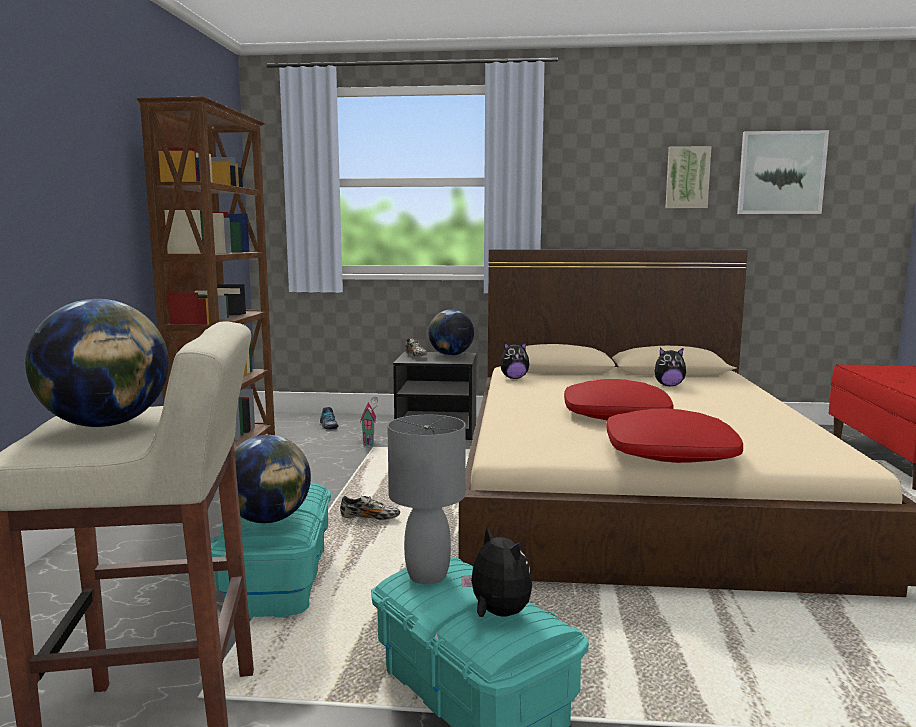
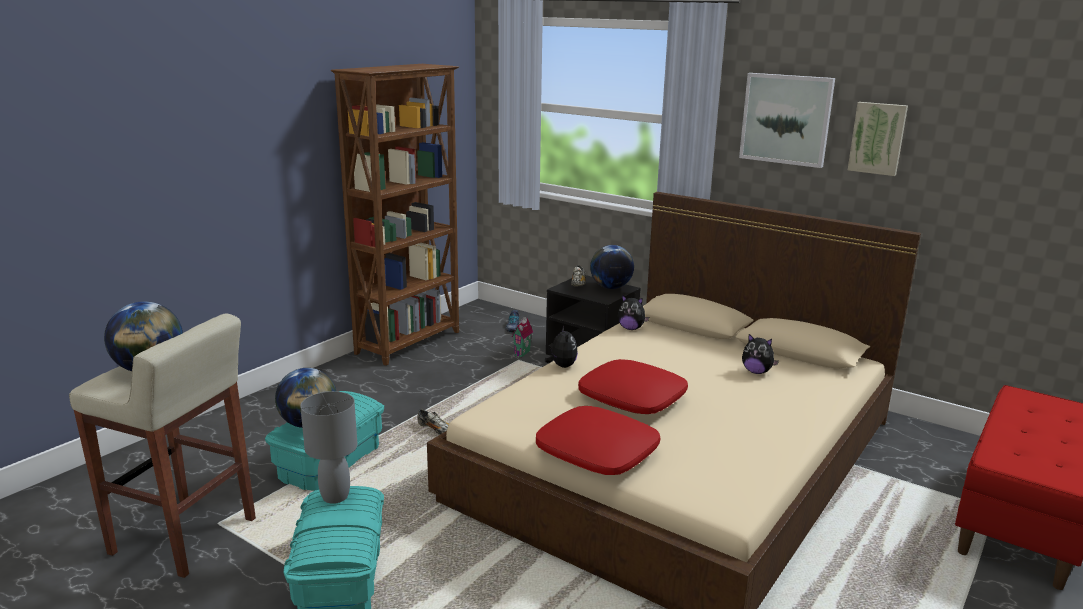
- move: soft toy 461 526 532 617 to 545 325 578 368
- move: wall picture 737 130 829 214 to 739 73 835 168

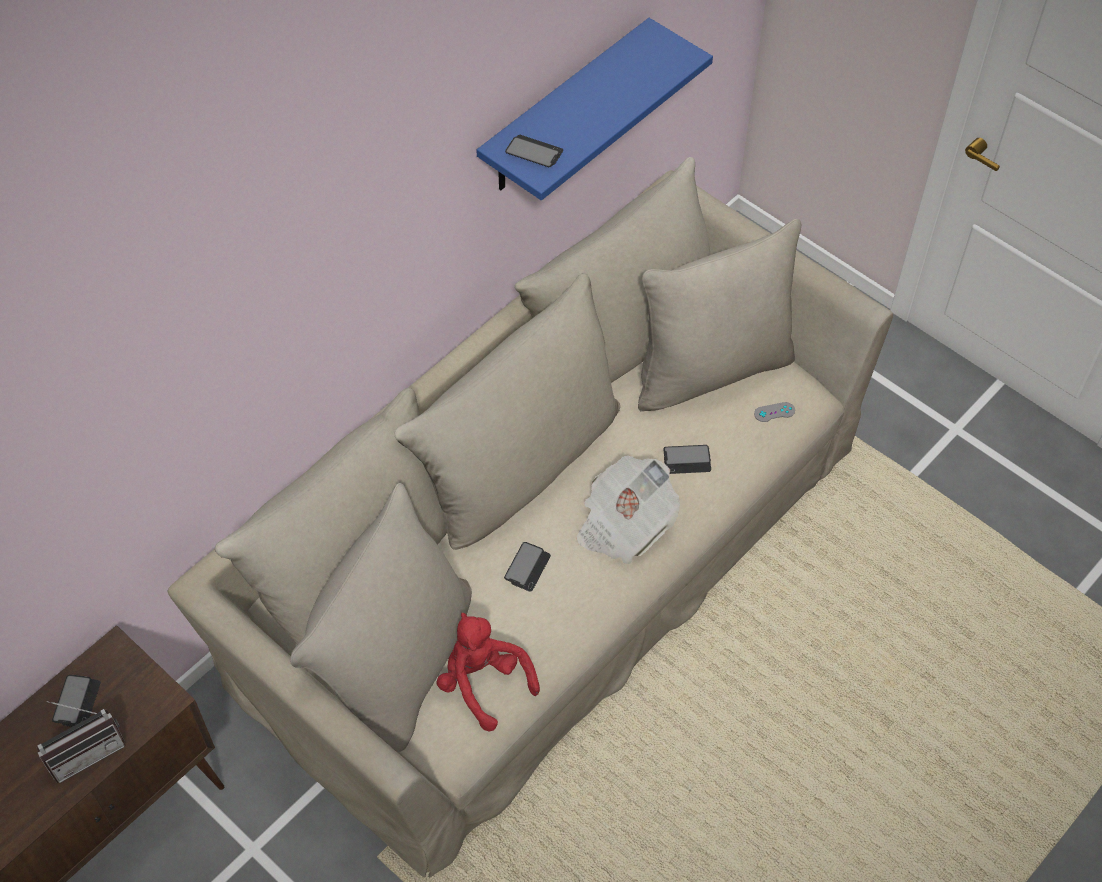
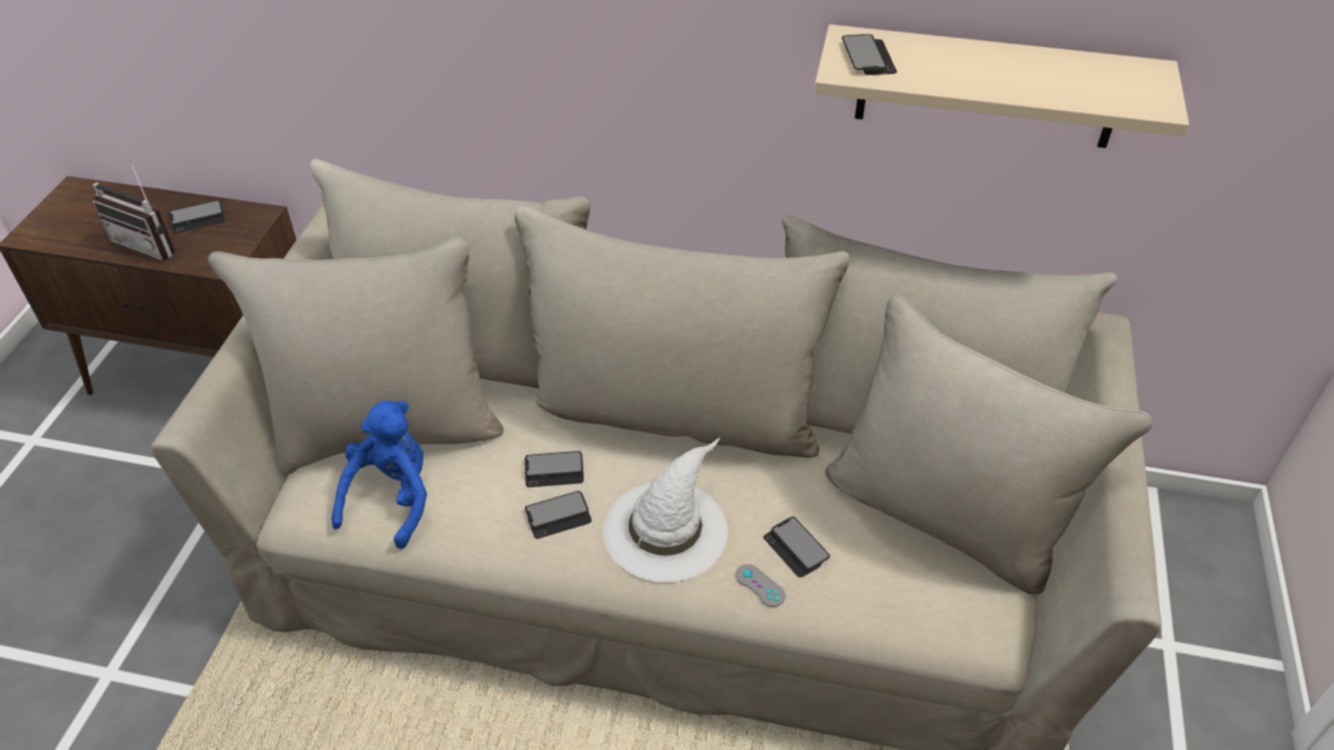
- insert: telephone 525 491 592 539
- move: game controller (greyish) 754 402 795 422 to 735 564 786 607
- replace: printed paper 577 455 680 564 to hat (white-coloured) 603 437 728 582
- recolor: soft toy (red-coloured) 437 613 540 732 to soft toy (blue-coloured) 332 401 427 549
- recolor: wall shelf (blue-coloured) 476 18 713 201 to wall shelf (sand-coloured) 814 24 1189 148

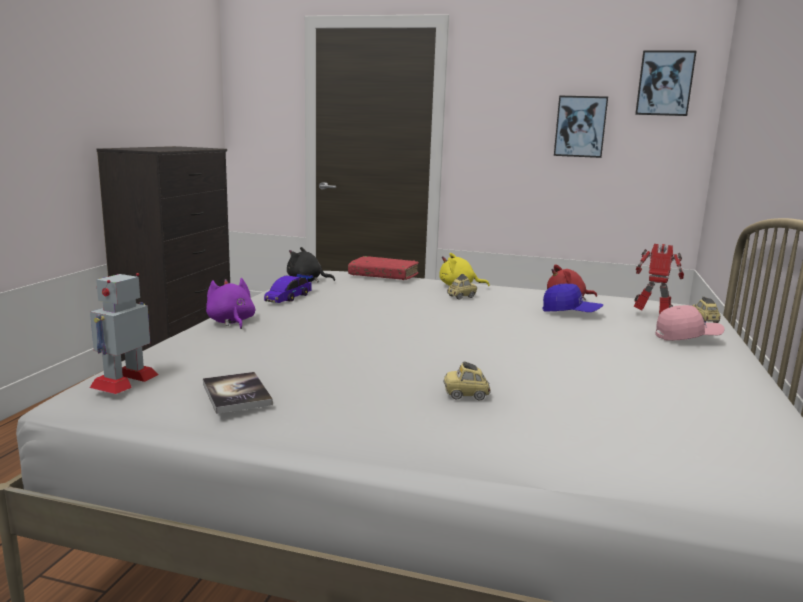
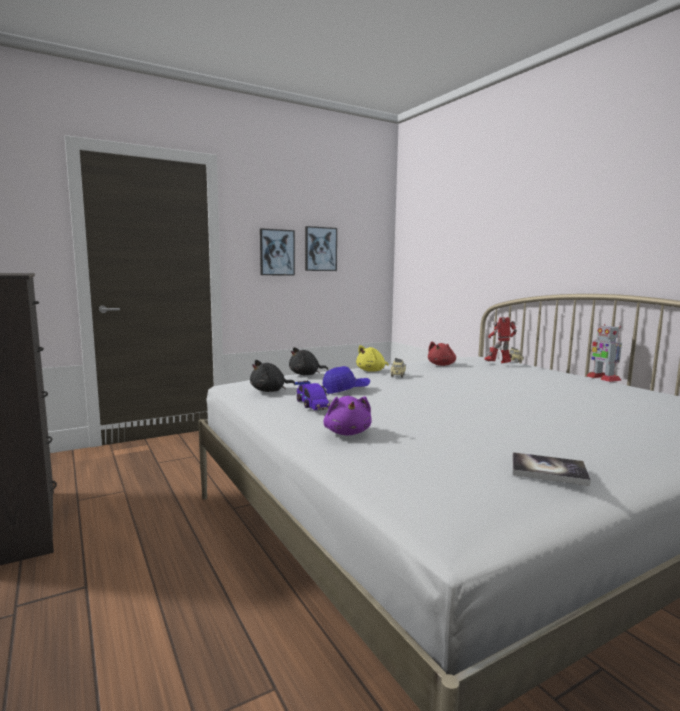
- delete: miniature car 443 361 491 400
- delete: cap (pink-coloured) 655 305 725 341
- move: robot figure 90 273 159 394 to 586 324 622 382
- move: cap (blue-coloured) 542 284 603 312 to 323 366 370 394
- move: wall picture 635 50 696 116 to 260 228 295 275
- replace: volume (red-coloured) 348 256 419 280 to soft toy (black) 289 347 328 375
- rotate: soft toy (purple) 206 278 255 329 = 323 396 372 435 120 degrees counterclockwise

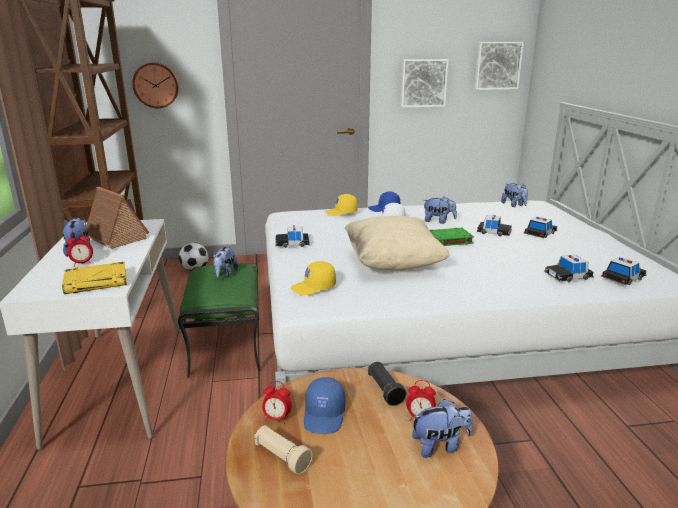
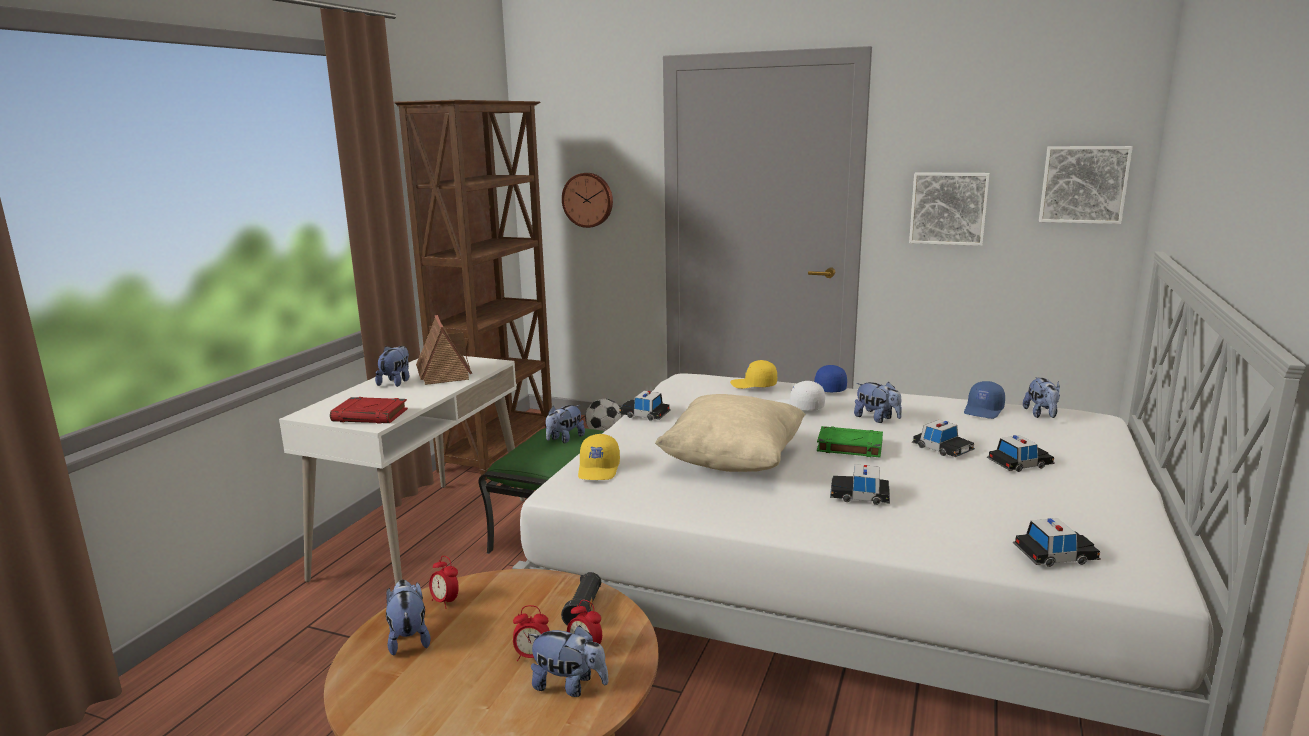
- move: bedside clock 66 231 93 267 to 513 605 550 661
- move: cap (blue-coloured) 304 377 346 434 to 964 381 1005 419
- move: miniature car 544 255 594 282 to 830 464 890 505
- replace: flashlight (sand-coloured) 254 425 313 474 to soft toy 386 580 431 656
- recolor: volume (yellow-coloured) 62 262 127 294 to volume (red-coloured) 330 397 408 424
- rotate: cap (yellow-coloured) 290 261 336 295 = 578 434 620 480 90 degrees counterclockwise

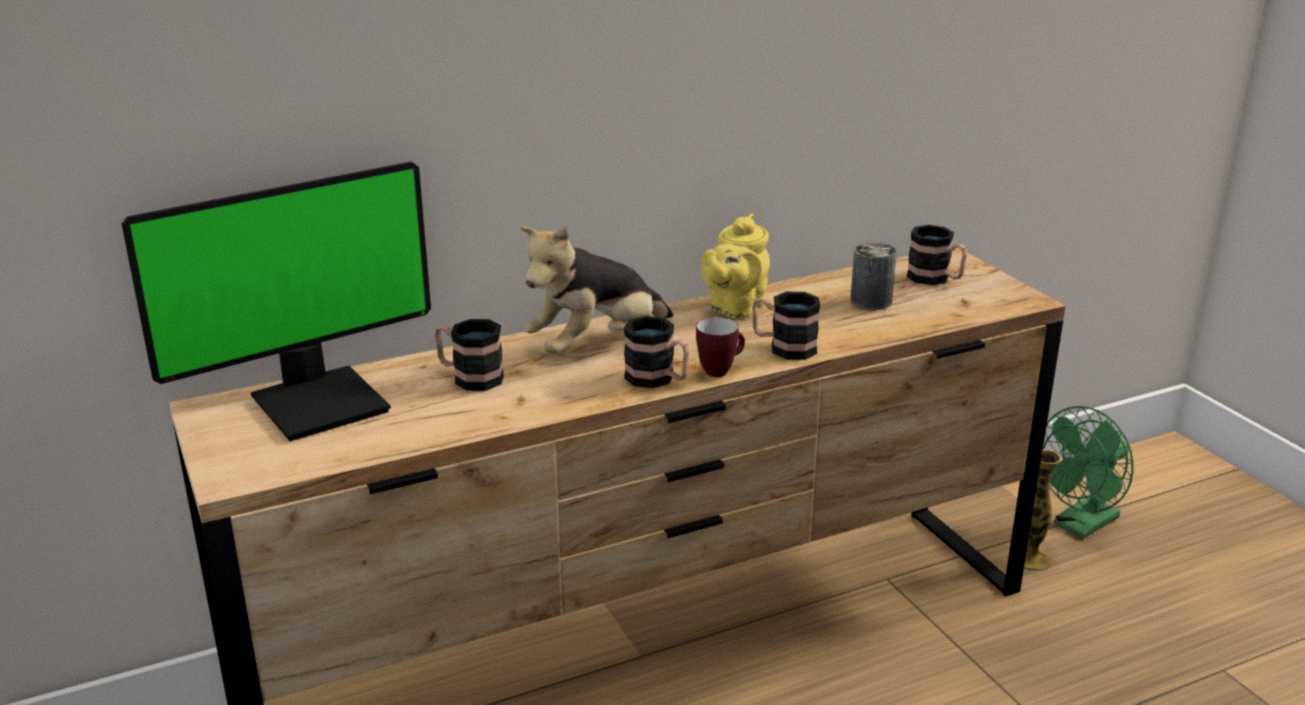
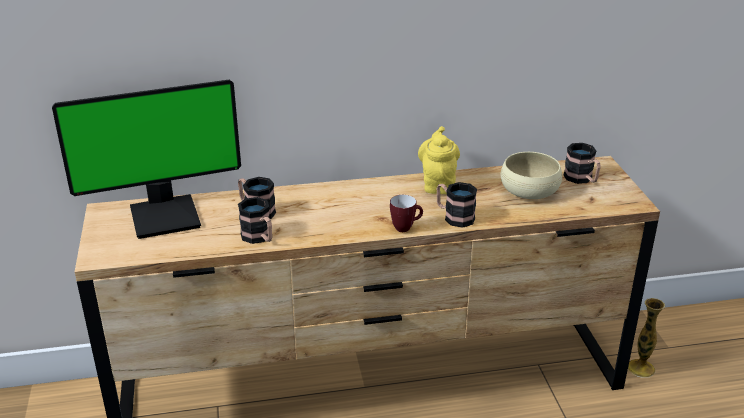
- delete: soft toy 520 226 673 354
- delete: cooling fan (green) 1043 406 1134 539
- move: tea mug 624 316 689 388 to 238 197 272 244
- replace: metal can 850 242 897 310 to bowl (sand-coloured) 501 152 562 199
- rotate: teapot (yellow-coloured) 701 214 770 319 = 418 126 460 194 135 degrees clockwise

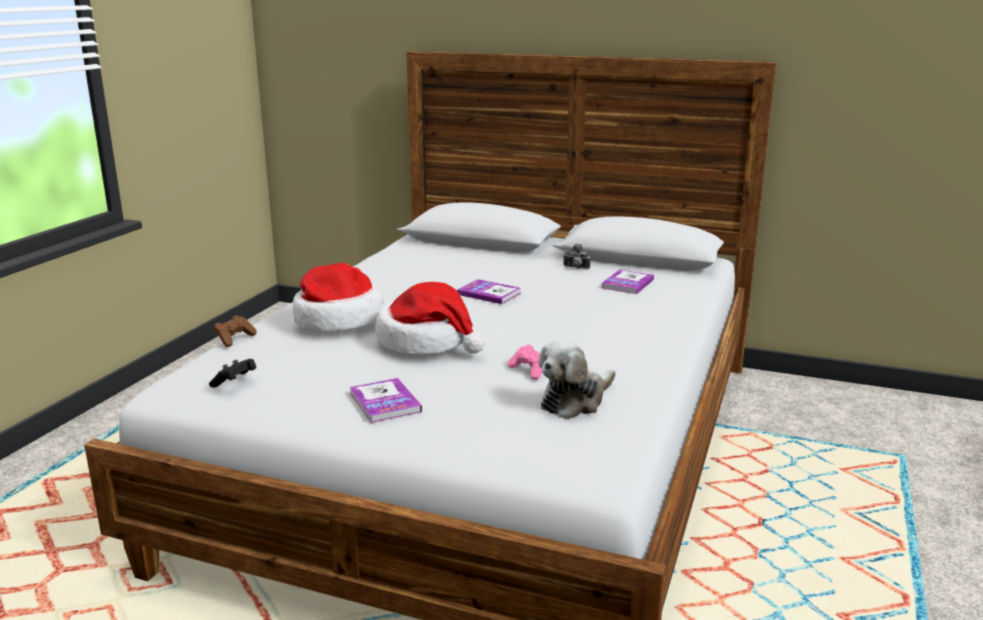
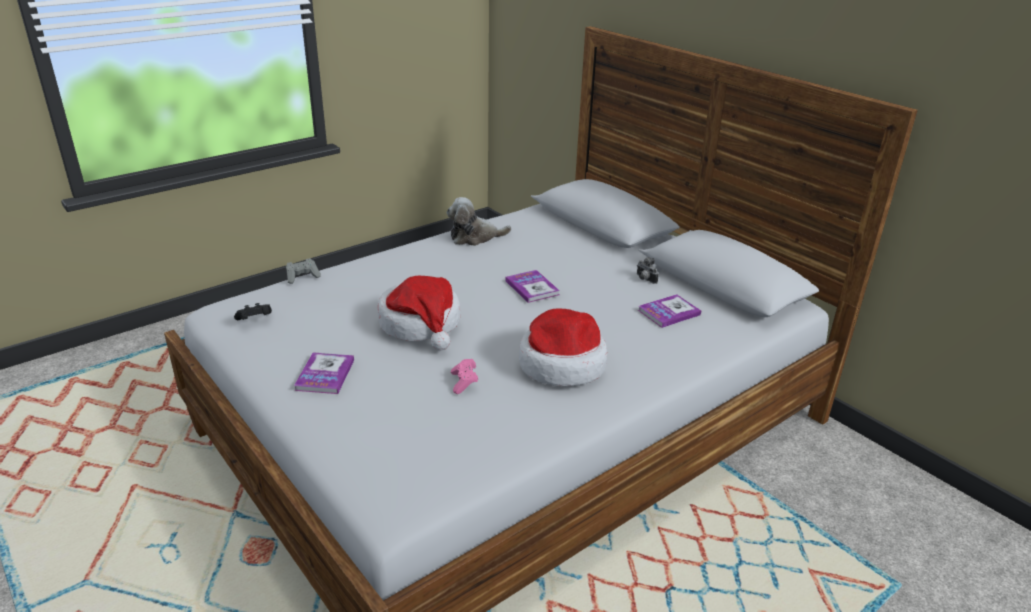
- move: hat 293 263 383 332 to 519 309 607 386
- move: soft toy 539 340 615 419 to 446 197 511 246
- recolor: game controller (brown-coloured) 213 315 257 347 to game controller (greyish) 286 258 321 284

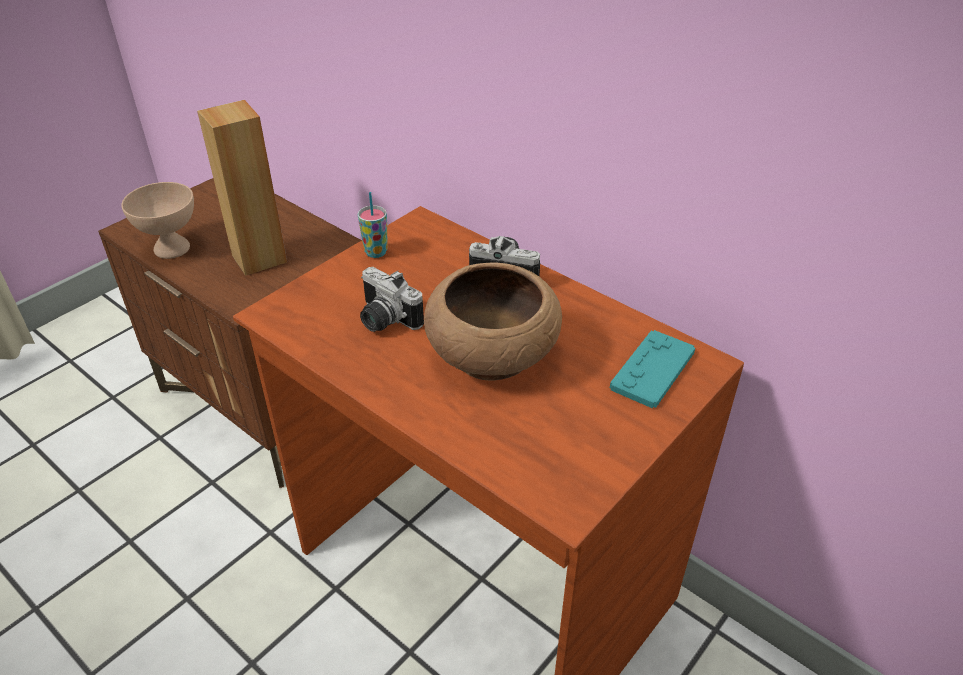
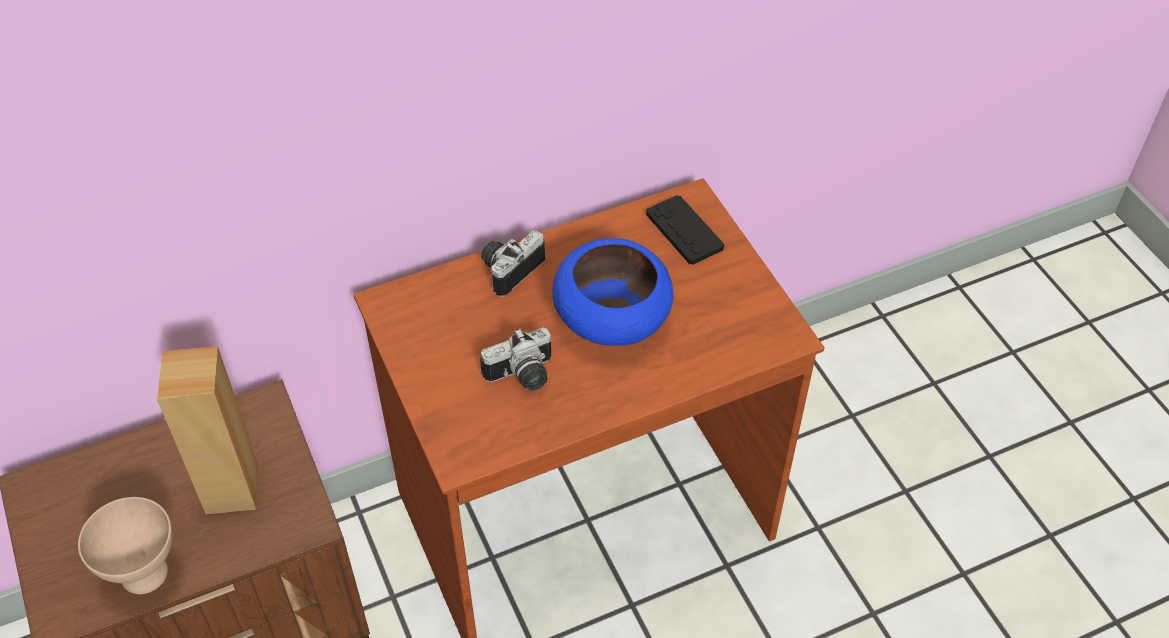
- delete: small cup 357 192 388 258
- recolor: bowl (brown-coloured) 424 263 562 380 to bowl (blue-coloured) 552 238 674 346
- recolor: game controller (turquoise-coloured) 610 330 695 408 to game controller (black) 646 195 724 265

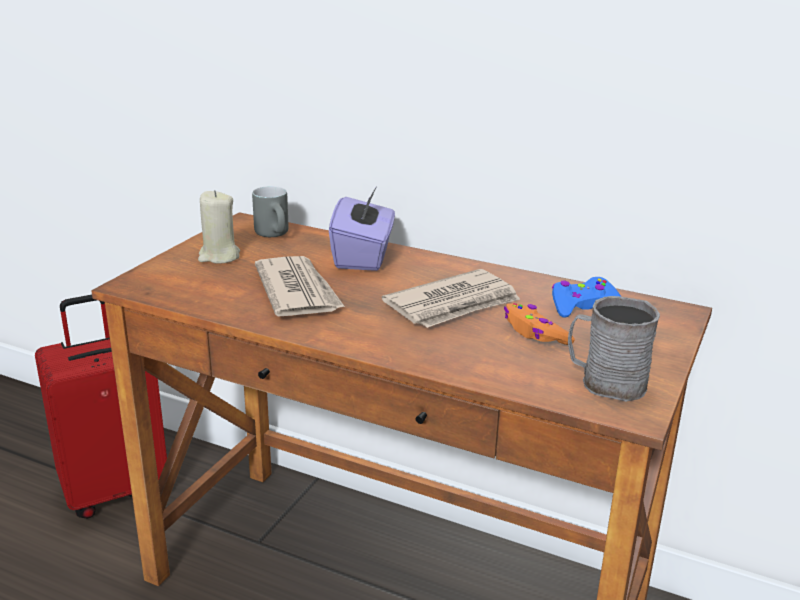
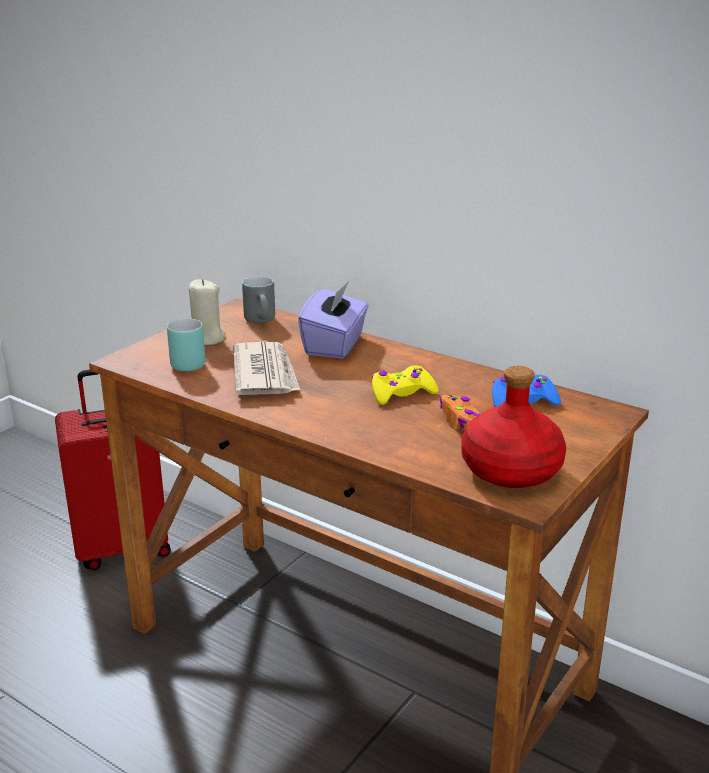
- insert: tea mug (turquoise-coloured) 167 318 205 371
- replace: printed paper 382 269 521 328 to game controller (yellow-coloured) 372 365 439 405
- replace: tea mug (greyish) 568 296 660 402 to beverage bottle (red-coloured) 461 366 566 488

